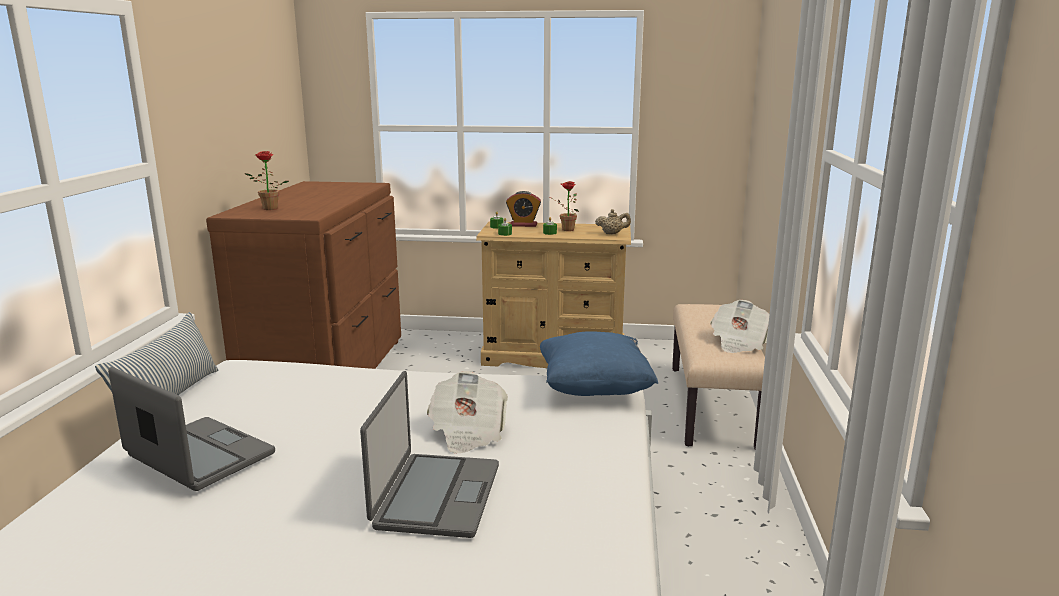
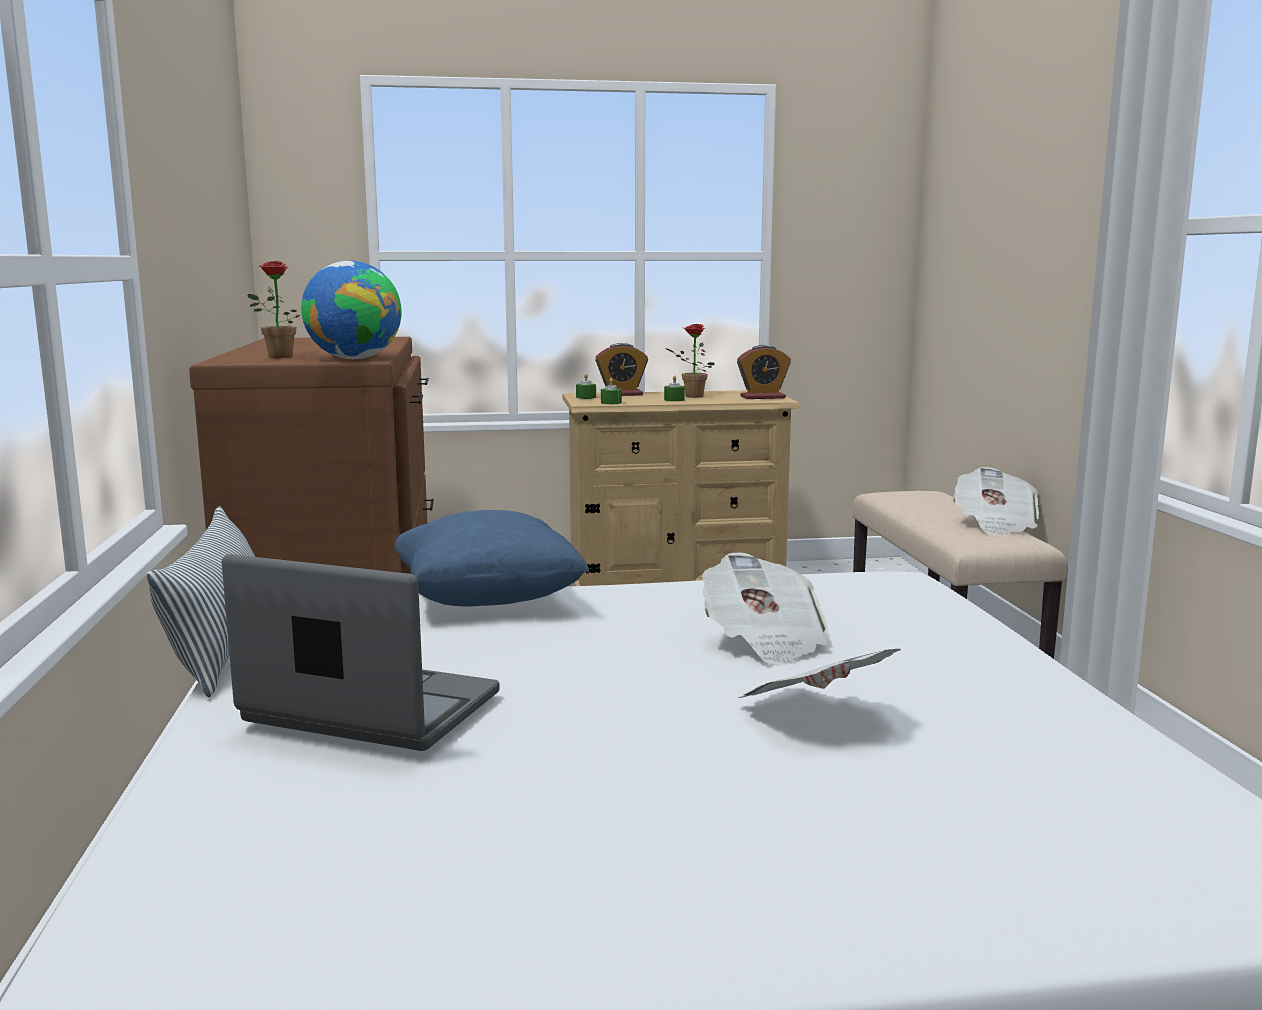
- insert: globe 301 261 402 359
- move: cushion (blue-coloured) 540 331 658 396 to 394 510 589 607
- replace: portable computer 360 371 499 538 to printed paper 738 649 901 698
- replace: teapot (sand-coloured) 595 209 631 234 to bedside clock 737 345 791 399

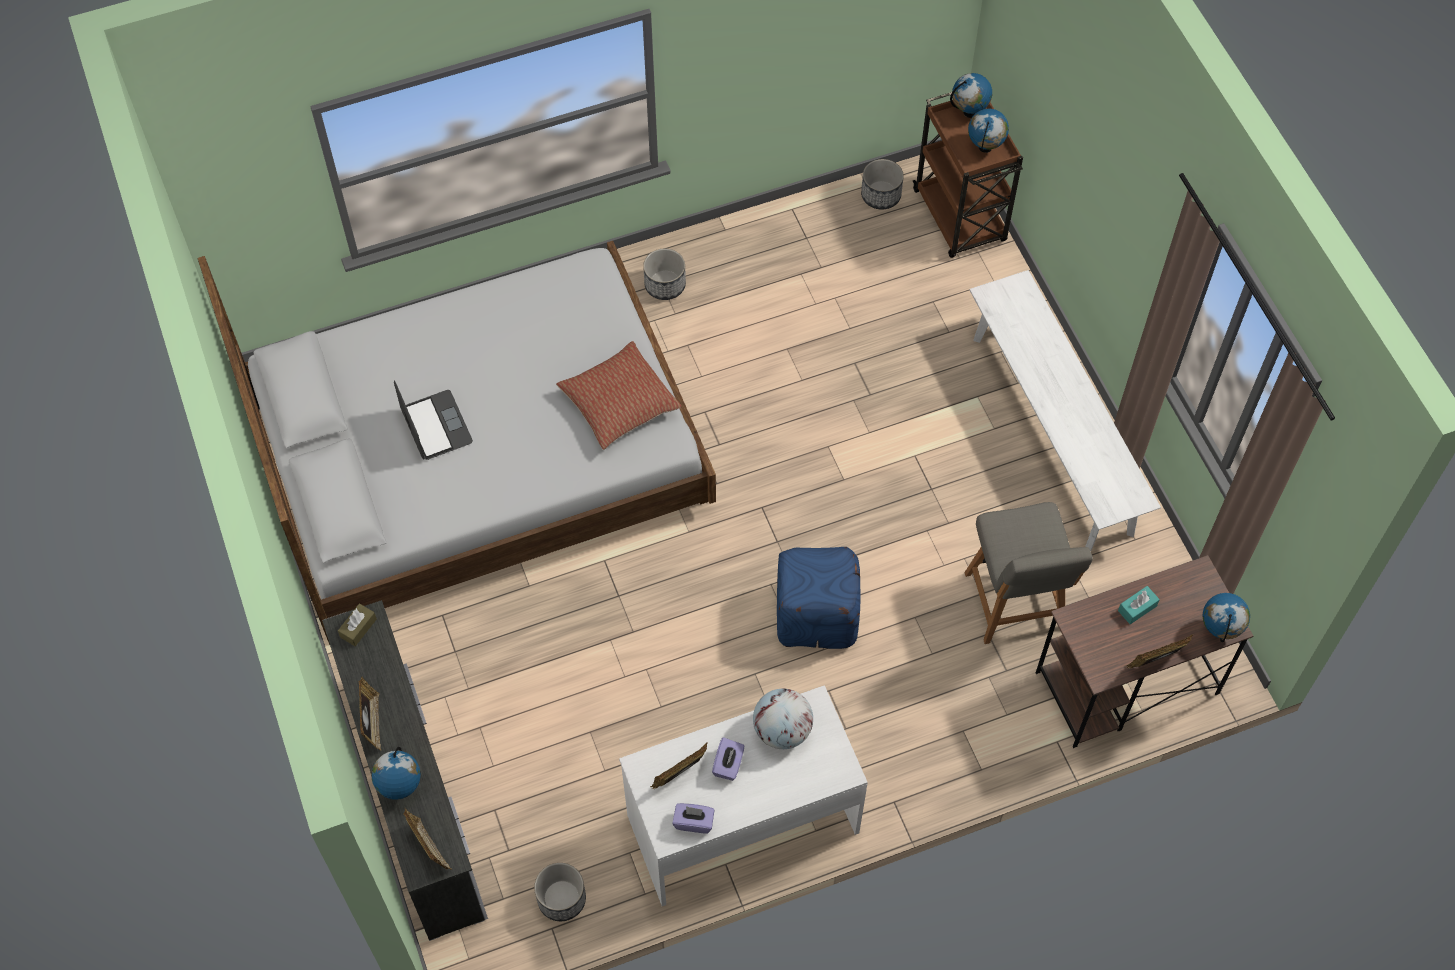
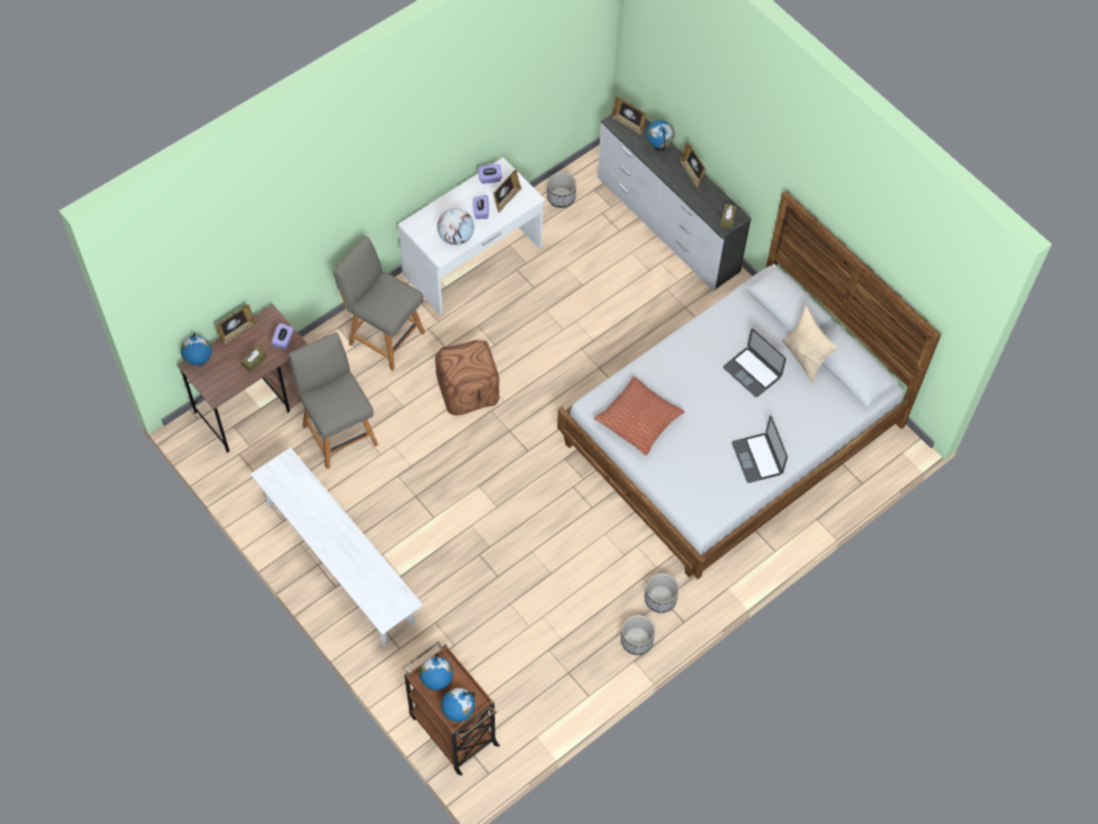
- insert: box of tissues (purple) 271 323 294 350
- insert: upright chair (greyish) 333 236 425 371
- insert: portable computer 732 416 788 483
- insert: cushion (sand-coloured) 782 306 838 383
- move: planter 861 159 904 210 to 621 615 655 655
- recolor: ottoman (blue-coloured) 777 547 860 649 to ottoman (brown-coloured) 435 340 499 416
- recolor: box of tissues (turquoise-coloured) 1118 586 1160 624 to box of tissues (brown-coloured) 241 345 267 373

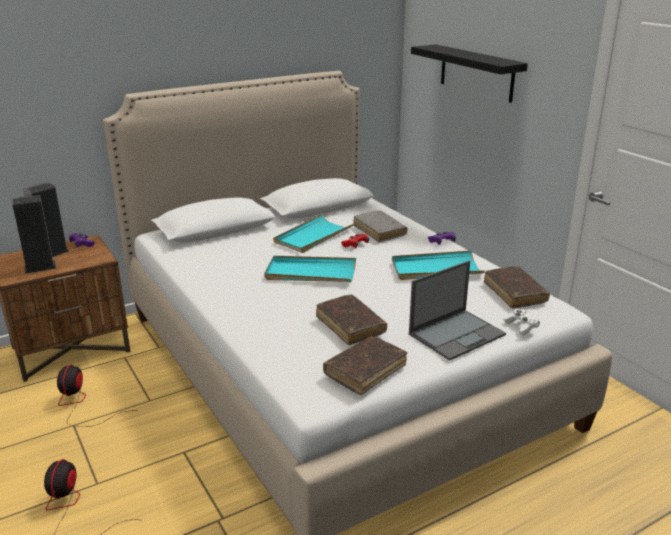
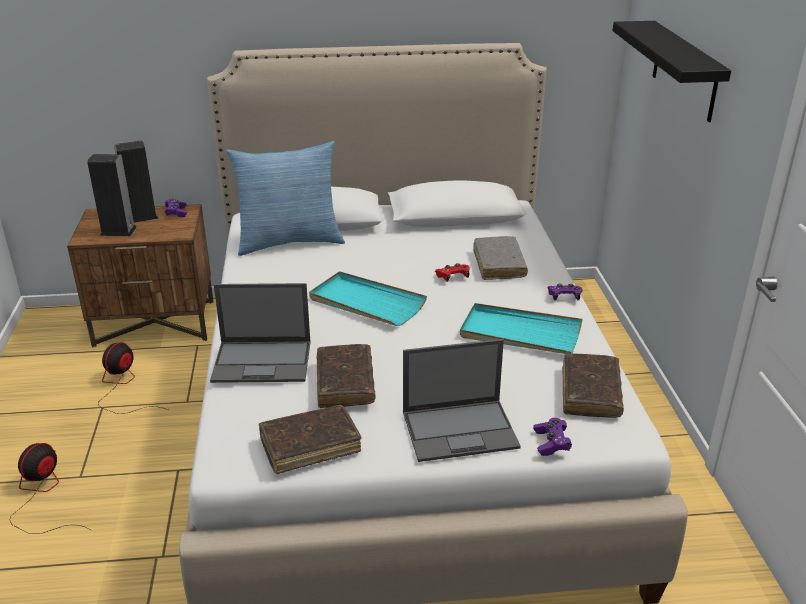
- delete: tray (turquoise-coloured) 273 214 354 253
- insert: portable computer 210 283 311 383
- insert: cushion 226 141 345 256
- recolor: game controller (white-coloured) 503 309 540 336 to game controller (purple) 533 418 572 456

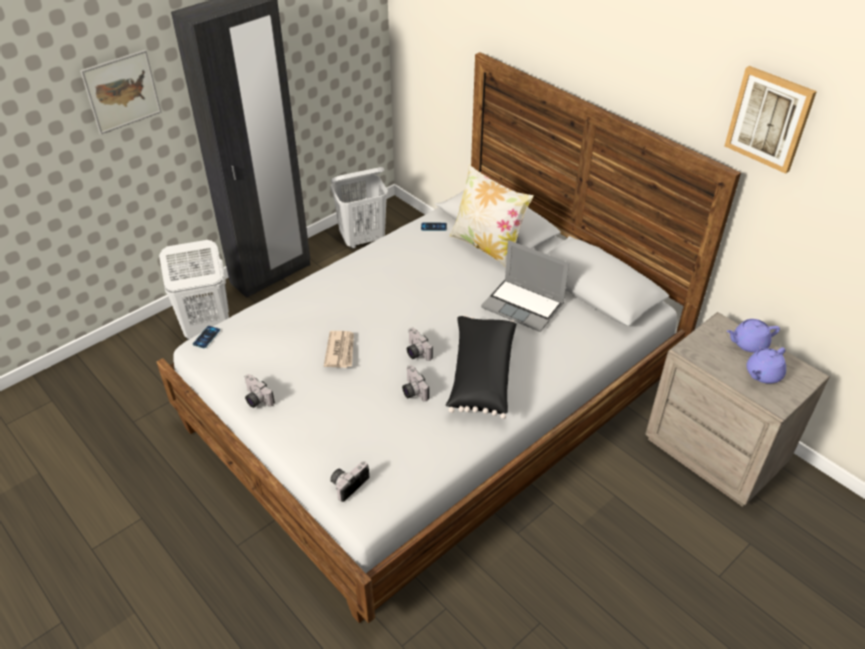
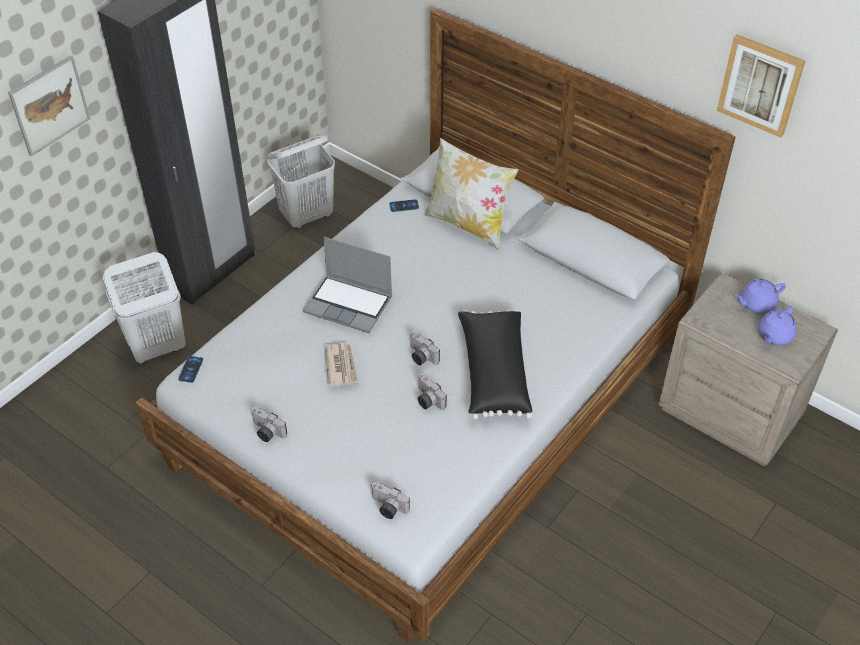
- move: portable computer 481 240 569 332 to 303 237 392 333
- rotate: still camera 330 461 369 502 = 371 482 410 519 90 degrees counterclockwise

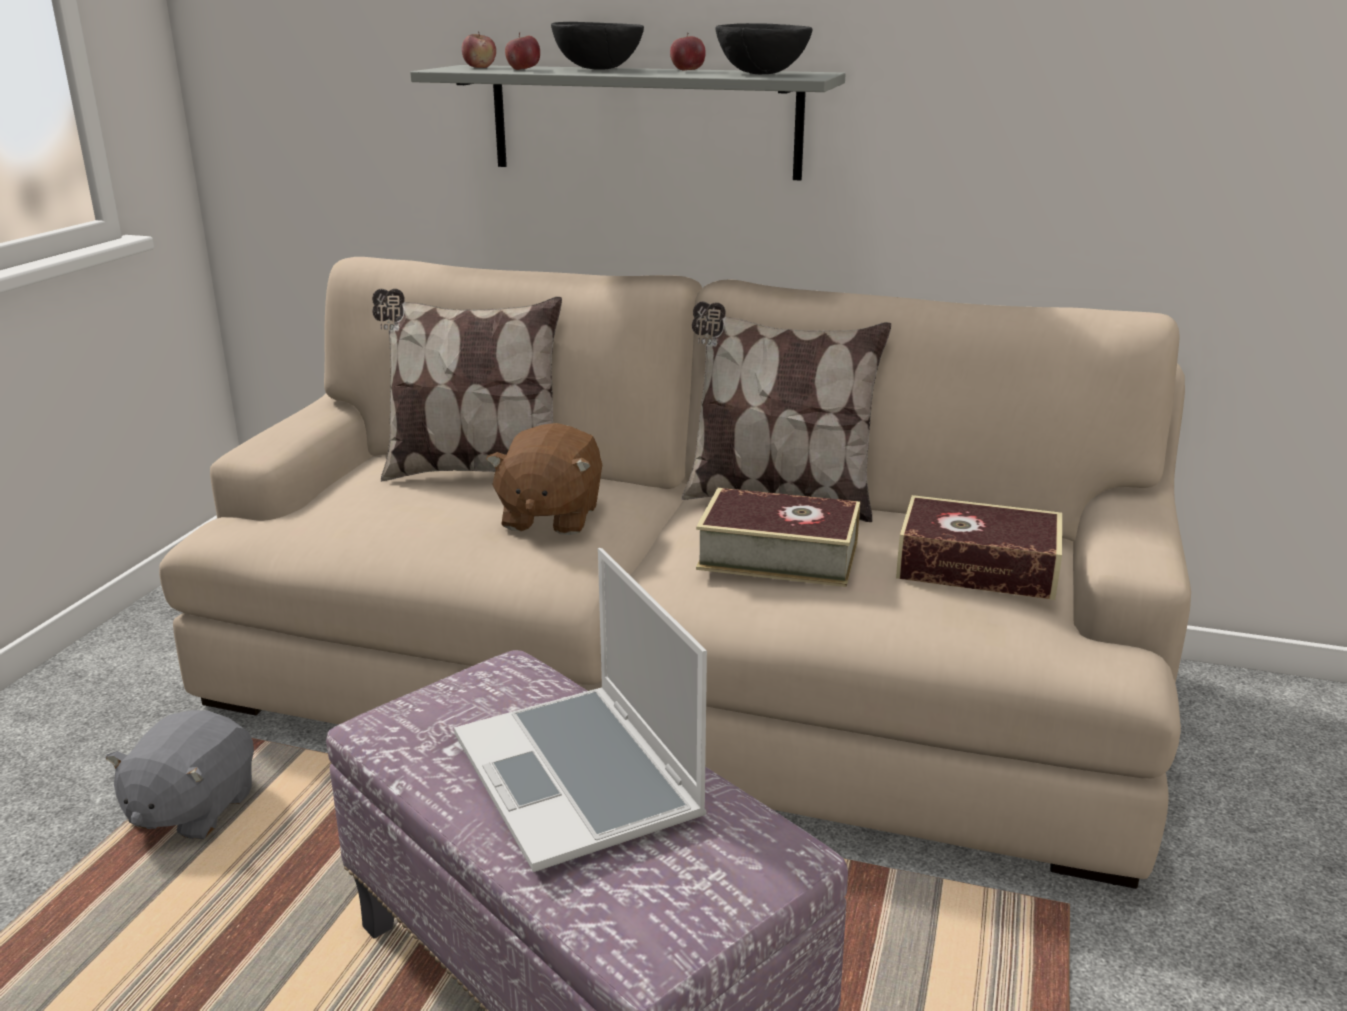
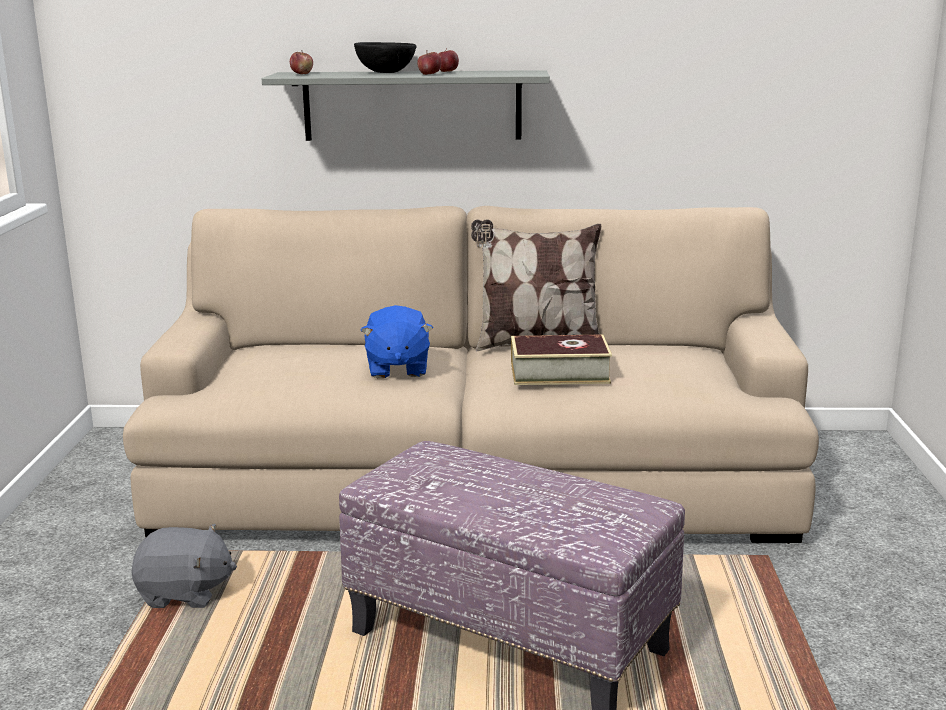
- delete: cushion 372 289 562 482
- delete: portable computer 454 548 707 872
- delete: bowl (black) 715 23 812 74
- delete: volume 896 495 1062 600
- move: apple fruit 505 32 540 70 to 417 50 441 75
- recolor: soft toy (brown-coloured) 486 423 602 535 to soft toy (blue-coloured) 360 305 433 378
- rotate: soft toy (greyish) 106 710 254 839 = 131 524 237 608 90 degrees counterclockwise

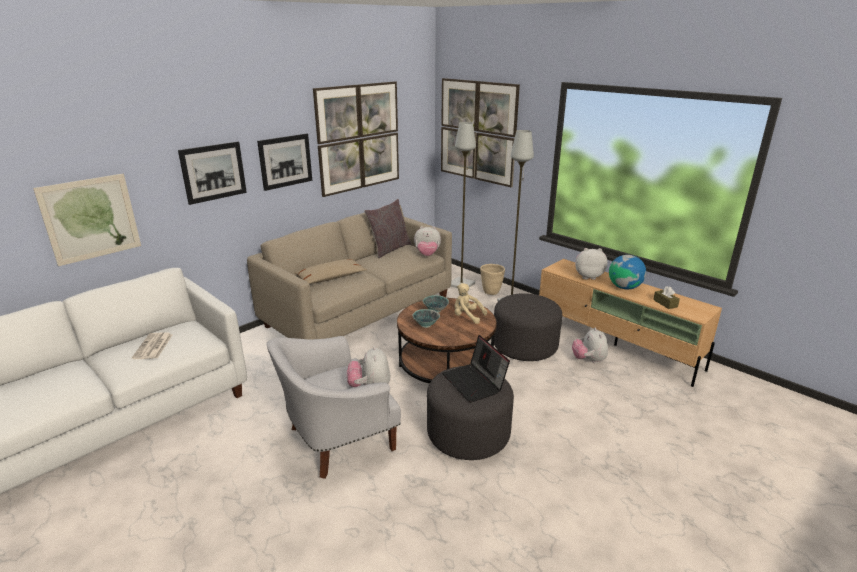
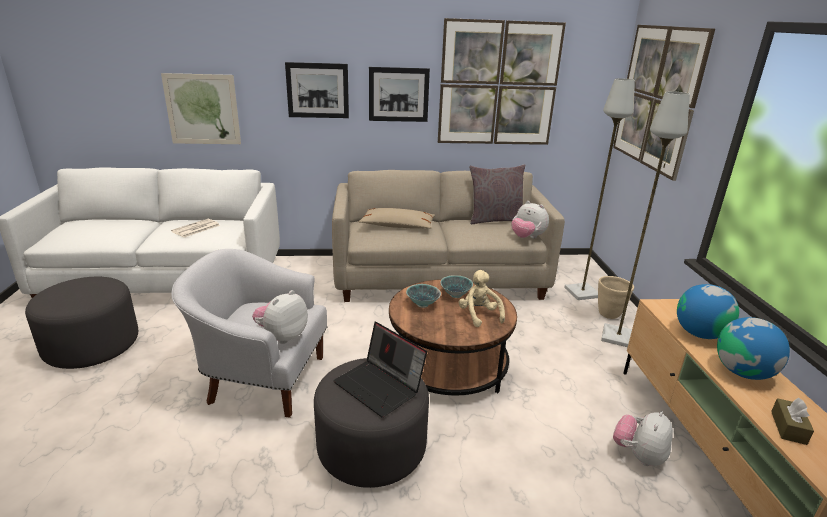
- move: ottoman (greyish) 494 293 562 361 to 25 277 138 369
- replace: soft toy 575 248 607 280 to globe 677 284 739 339
- rotate: portable computer 442 335 510 402 = 333 322 427 417 60 degrees counterclockwise

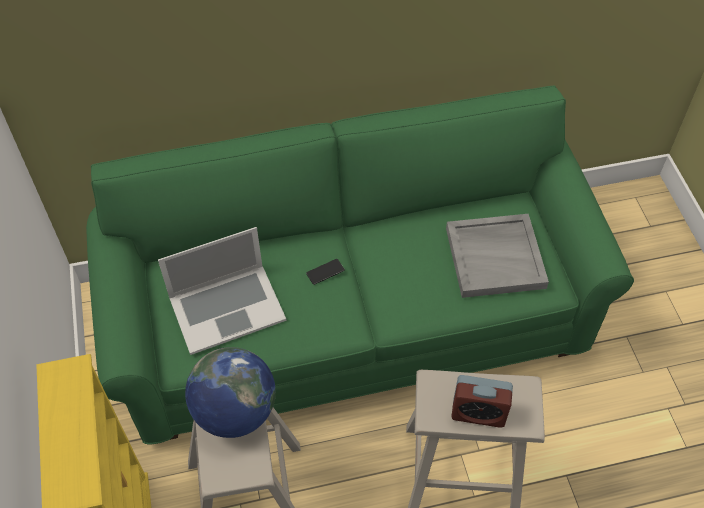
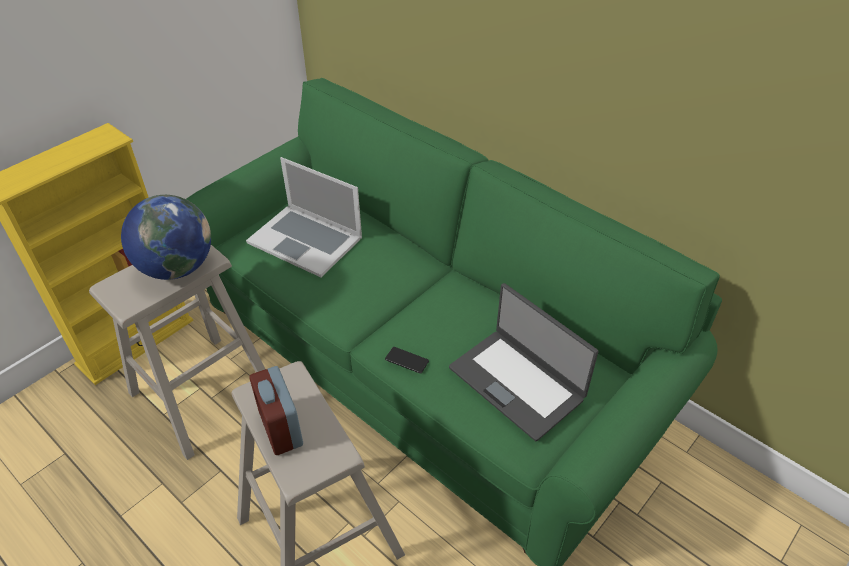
- move: telephone 306 259 345 285 to 385 347 429 374
- replace: tray (greyish) 446 214 549 298 to portable computer 449 283 599 441

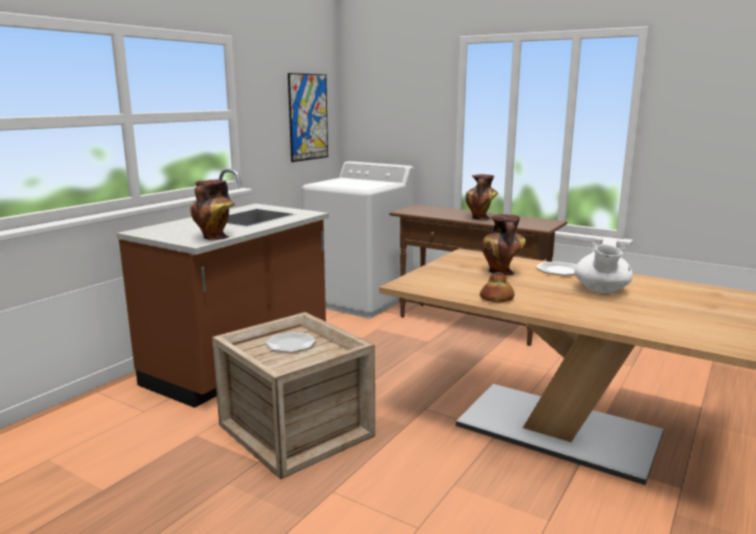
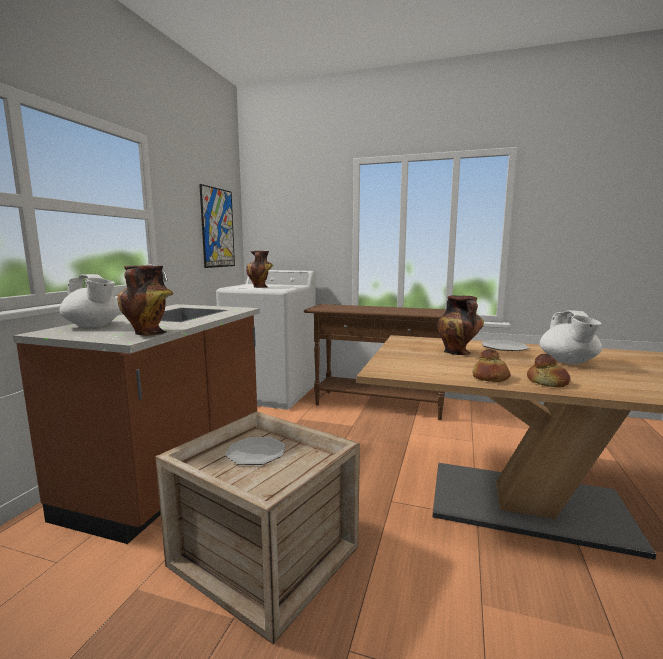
- insert: teapot (white-coloured) 59 274 121 327
- insert: bakery bread 527 354 571 387
- move: vase 466 174 498 220 to 246 251 273 288

